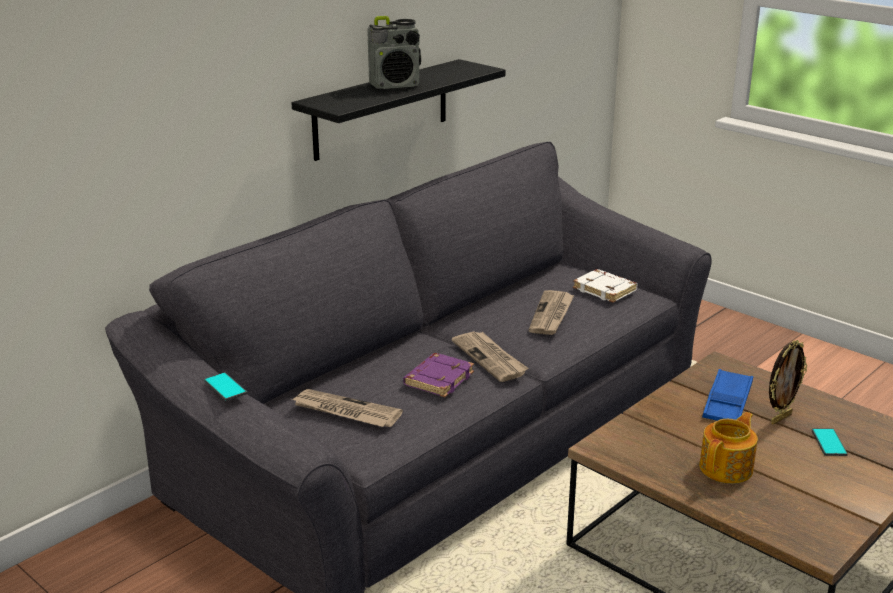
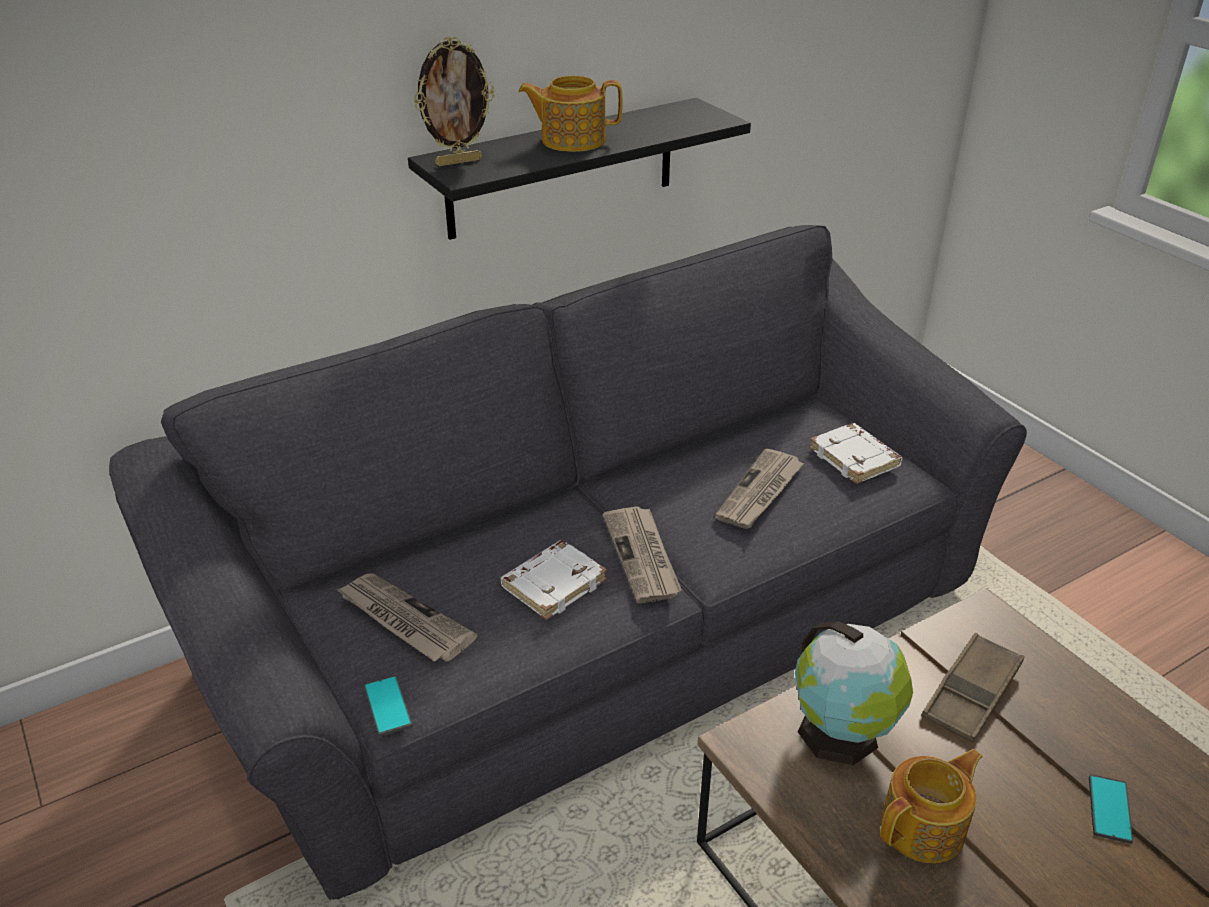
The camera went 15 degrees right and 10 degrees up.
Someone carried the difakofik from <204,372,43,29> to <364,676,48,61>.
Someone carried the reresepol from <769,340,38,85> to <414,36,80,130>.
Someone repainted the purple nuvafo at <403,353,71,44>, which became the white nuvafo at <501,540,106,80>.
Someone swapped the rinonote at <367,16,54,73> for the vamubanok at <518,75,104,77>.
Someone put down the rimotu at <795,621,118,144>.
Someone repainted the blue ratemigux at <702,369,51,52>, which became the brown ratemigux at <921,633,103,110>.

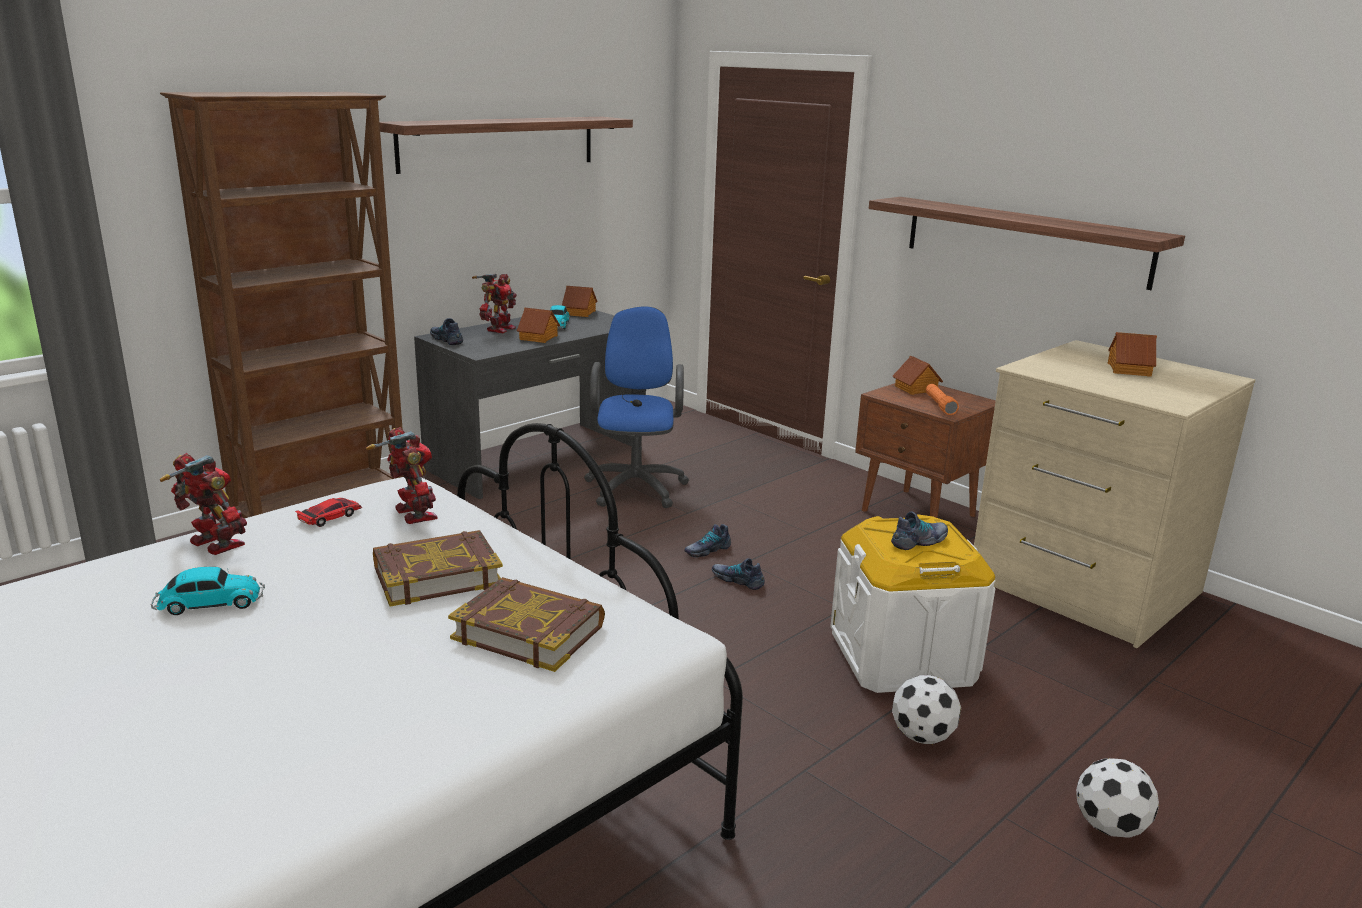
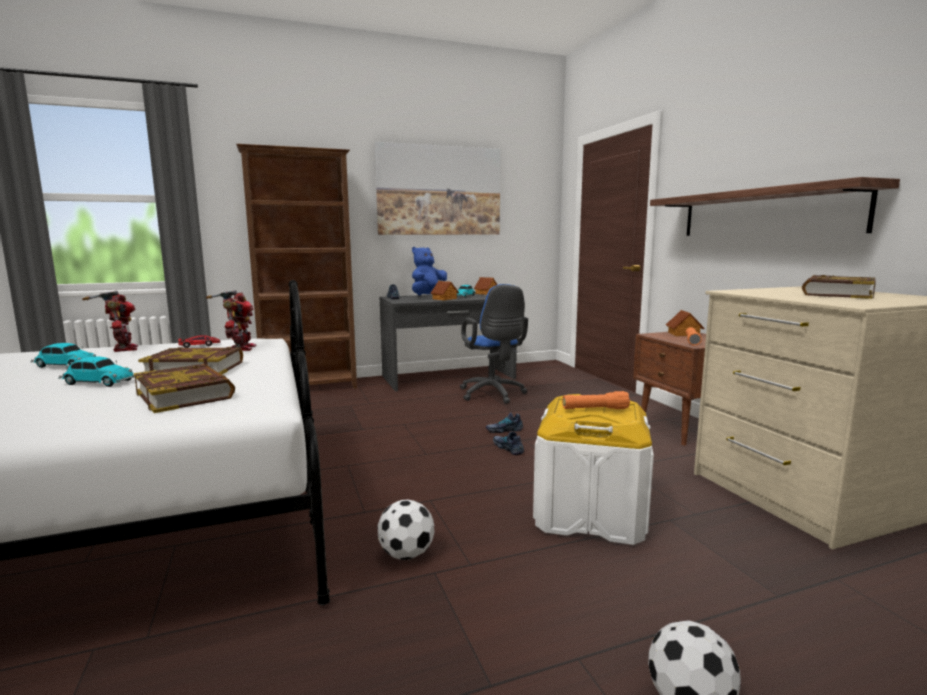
The camera went 25 degrees right and 10 degrees down.
Someone put down the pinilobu at <58,356,76,31>.
Someone swapped the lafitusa at <379,117,254,57> for the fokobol at <375,142,125,93>.
Someone carried the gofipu from <892,675,69,69> to <377,499,57,61>.
Someone swapped the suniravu at <472,274,45,59> for the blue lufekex at <412,247,35,48>.
Someone rotated the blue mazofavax at <584,306,105,202> by 135 degrees clockwise.
Someone swapped the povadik at <891,511,57,39> for the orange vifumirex at <562,391,68,18>.
Someone swapped the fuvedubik at <1108,332,49,45> for the nuvafo at <802,275,74,24>.

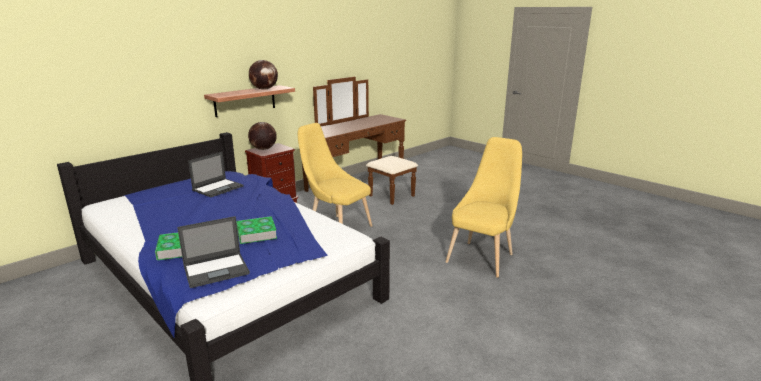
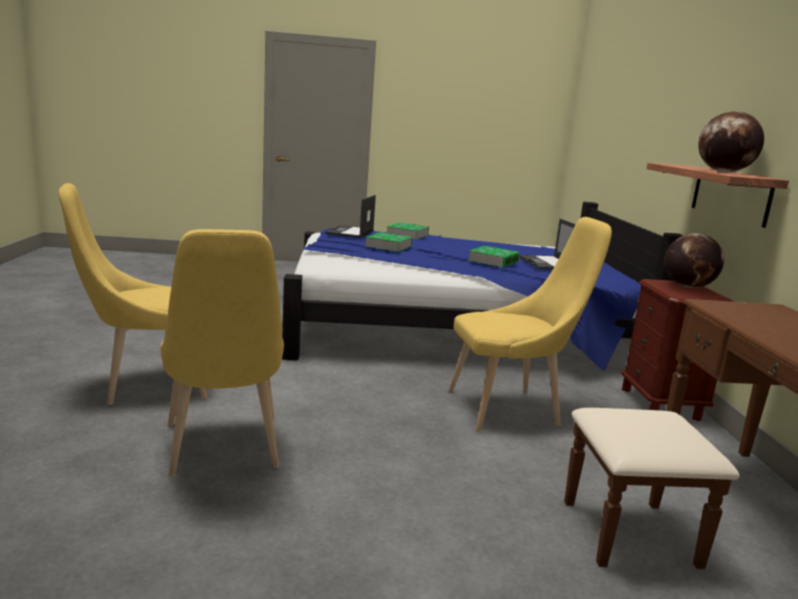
The camera went 130 degrees right and 5 degrees down.
Someone put down the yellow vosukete at <59,183,148,222>.
Someone put down the nuvafo at <468,246,52,22>.

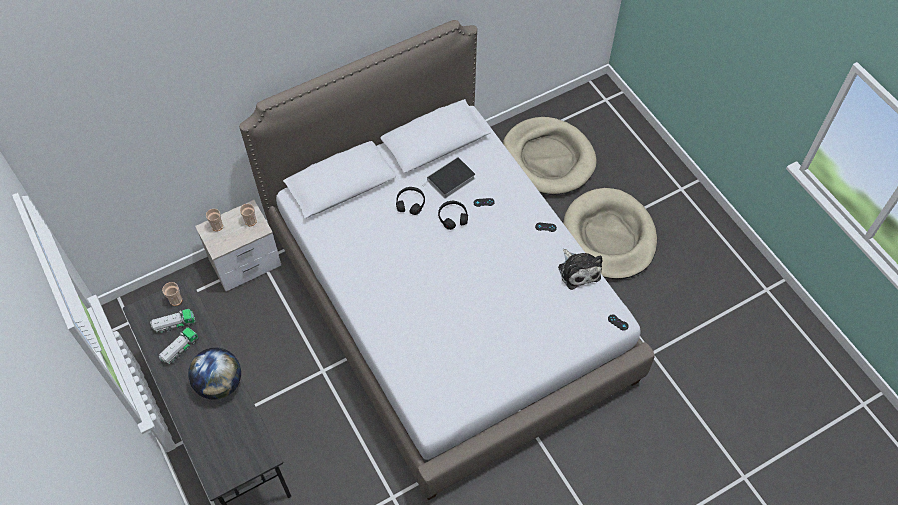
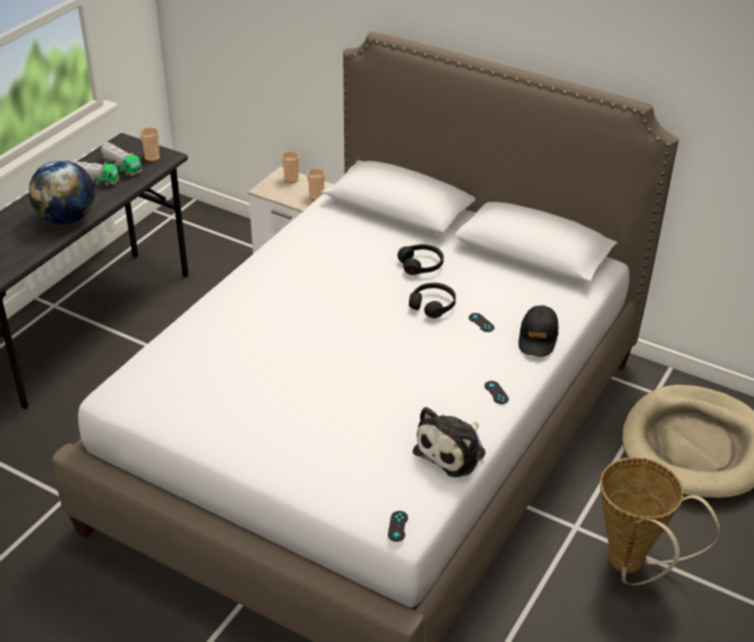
The camera went 60 degrees right and 20 degrees down.
Someone put down the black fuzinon at <518,305,40,52>.
Someone swapped the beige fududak at <563,188,94,91> for the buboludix at <600,457,120,128>.
Someone took away the nuvafo at <424,157,51,42>.

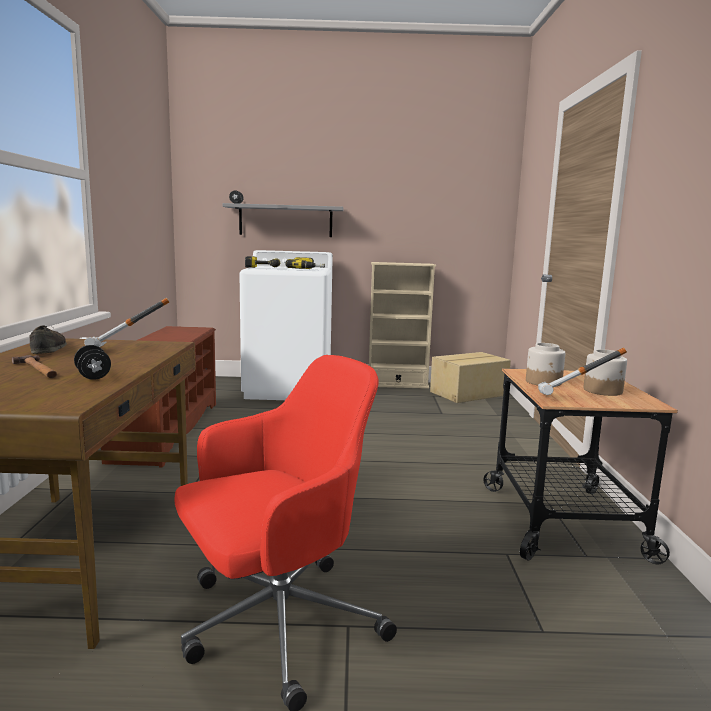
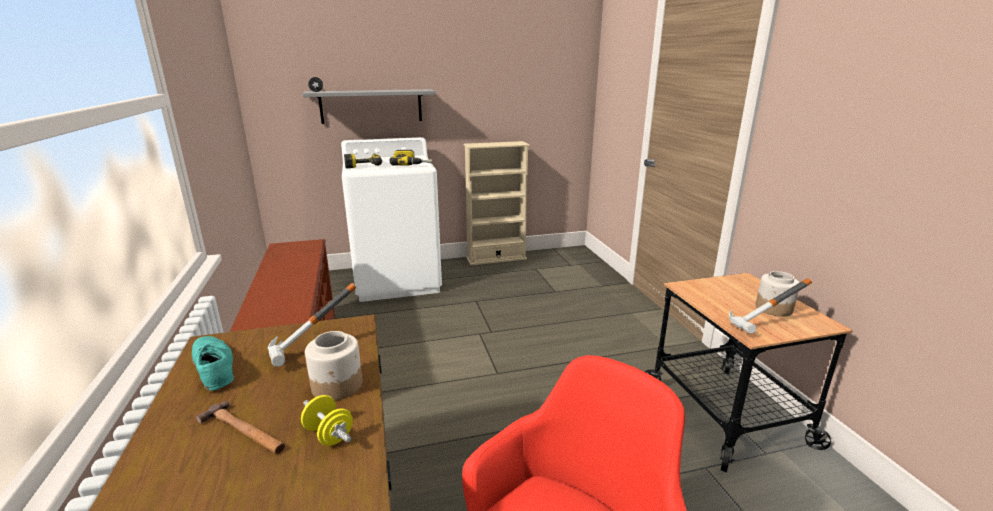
The camera went 15 degrees left and 10 degrees up.
Someone repainted the brown povadik at <29,325,38,29>, which became the turquoise povadik at <192,336,42,55>.
Someone repainted the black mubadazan at <74,345,37,35>, which became the yellow mubadazan at <301,395,52,51>.
Someone carried the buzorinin from <526,343,39,43> to <305,331,58,70>.
Someone took away the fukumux at <430,352,81,51>.

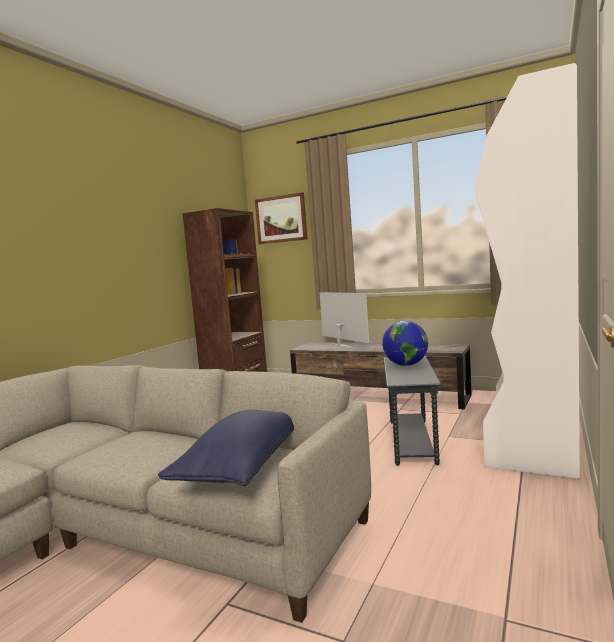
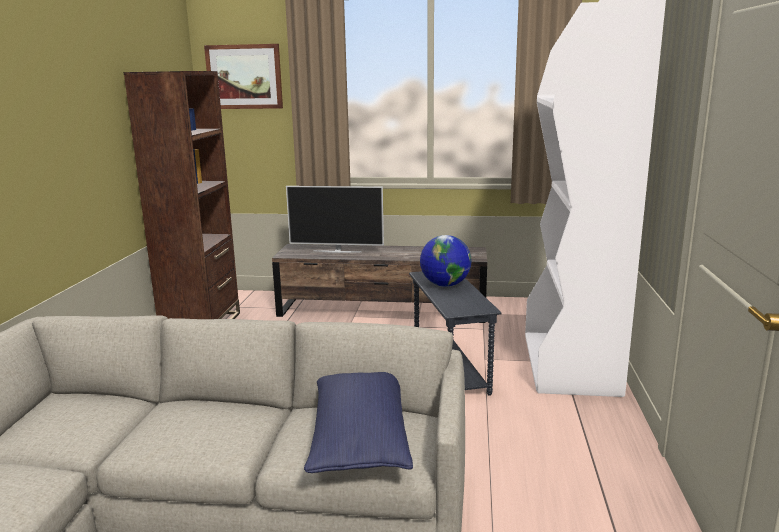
The camera went 20 degrees left and 10 degrees up.
Someone rotated the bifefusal at <319,292,50,57> by 150 degrees clockwise.

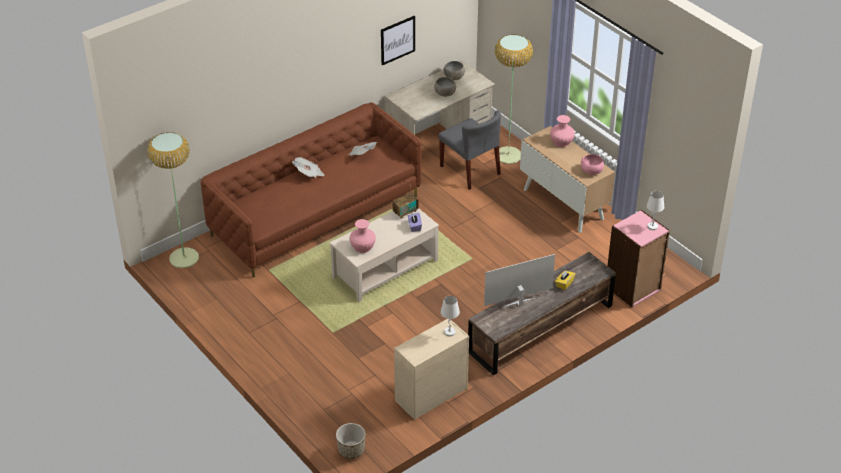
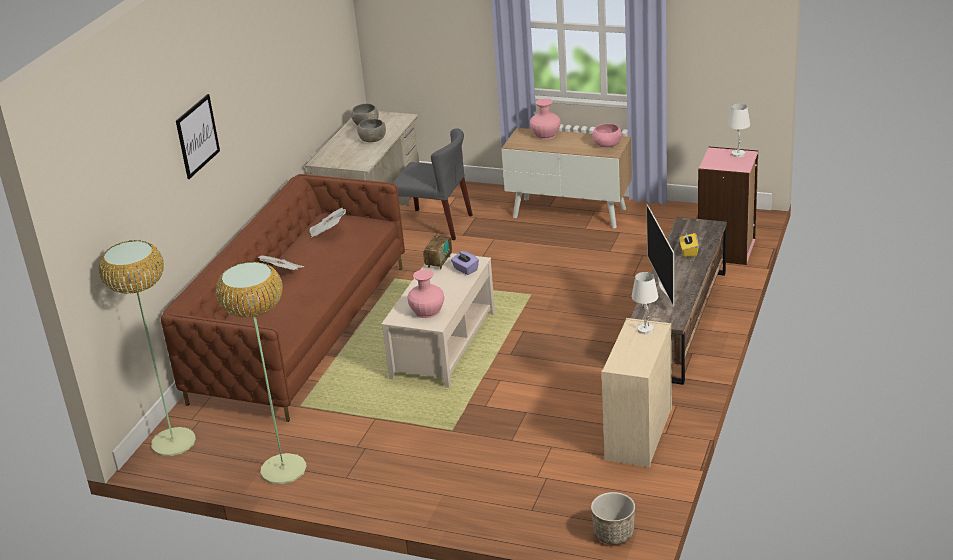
The camera went 30 degrees left and 10 degrees down.
Someone carried the fokobol from <381,16,34,49> to <176,94,44,85>.
Someone carried the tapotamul from <495,34,38,130> to <216,261,91,223>.
Someone rotated the bifefusal at <484,254,71,54> by 45 degrees counterclockwise.

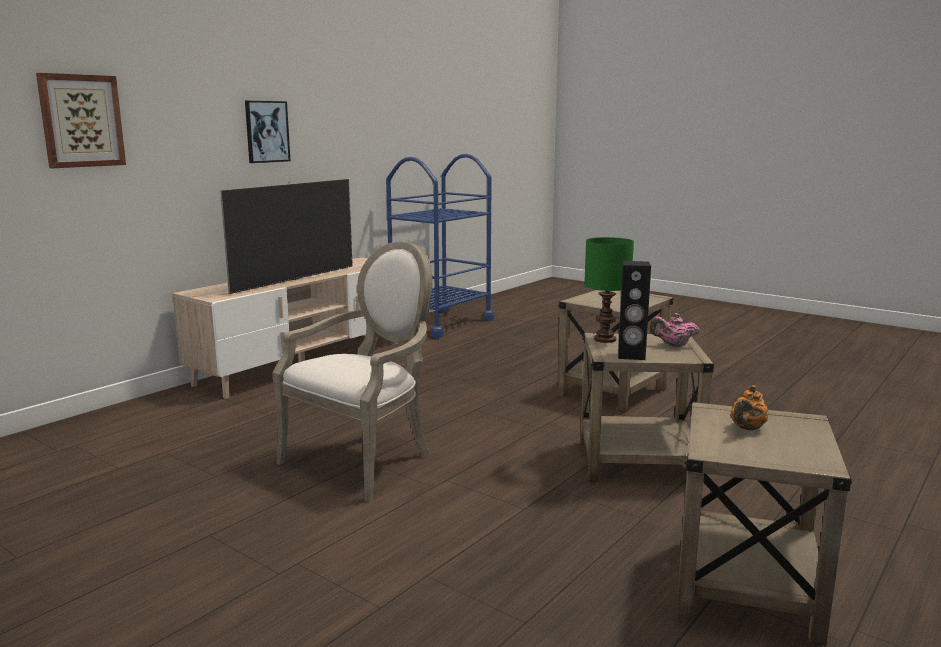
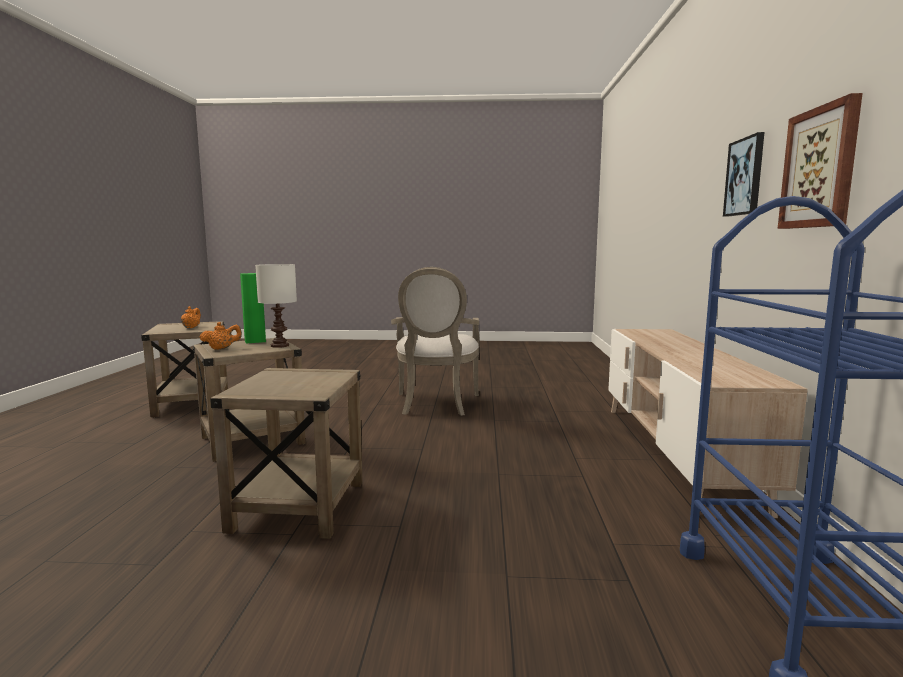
The camera went 145 degrees right and 5 degrees down.
Someone repainted the pink vamubanok at <650,313,50,34>, which became the orange vamubanok at <200,322,42,28>.
Someone repainted the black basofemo at <618,261,33,99>, which became the green basofemo at <240,273,26,71>.
Someone repainted the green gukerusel at <584,237,50,106>, which became the white gukerusel at <255,264,42,84>.
Someone carried the fokobol from <36,73,90,95> to <778,93,85,136>.
Someone took away the bifefusal at <220,179,133,115>.

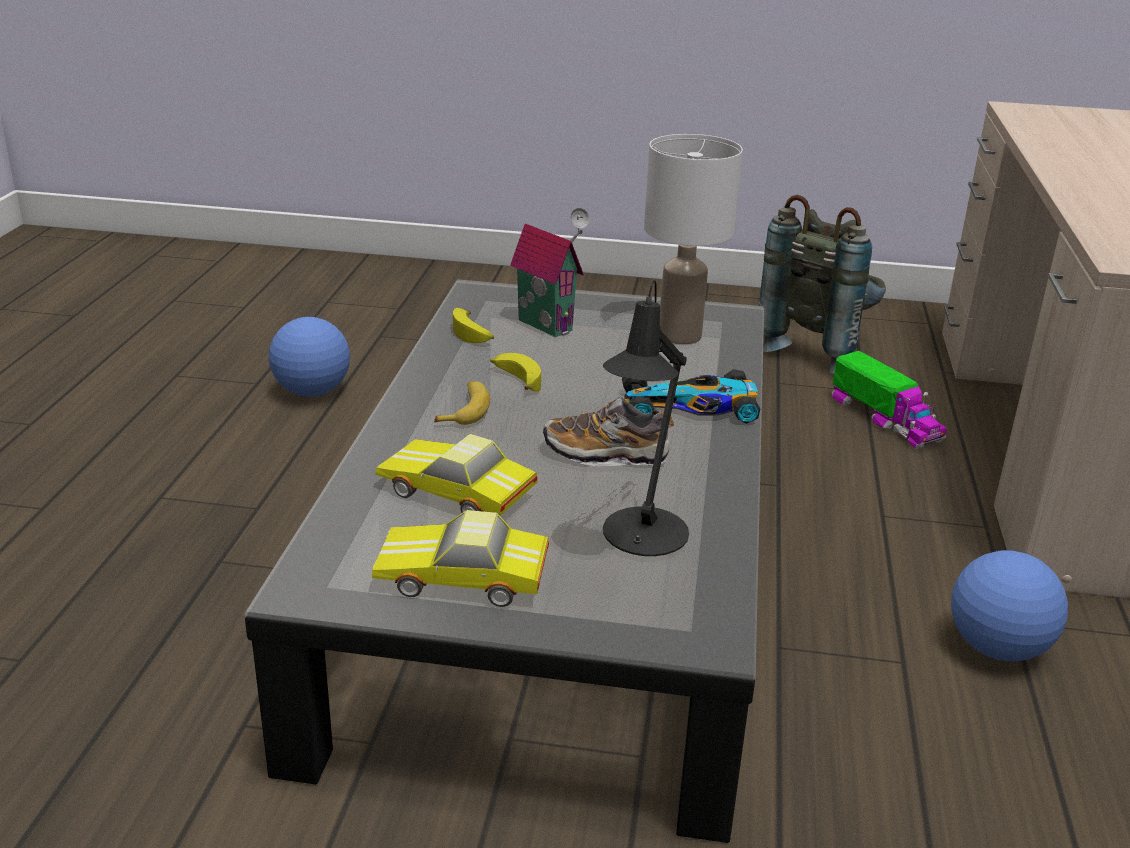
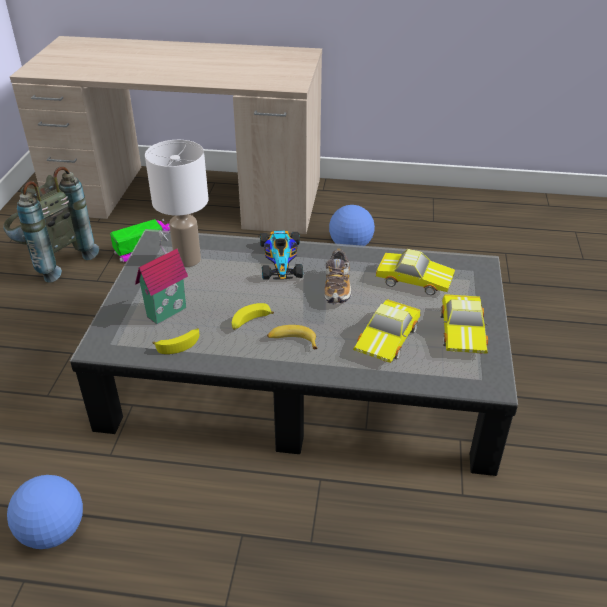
The camera went 90 degrees left and 10 degrees up.
Someone swapped the black gukerusel at <603,280,86,276> for the pinilobu at <376,249,79,46>.

